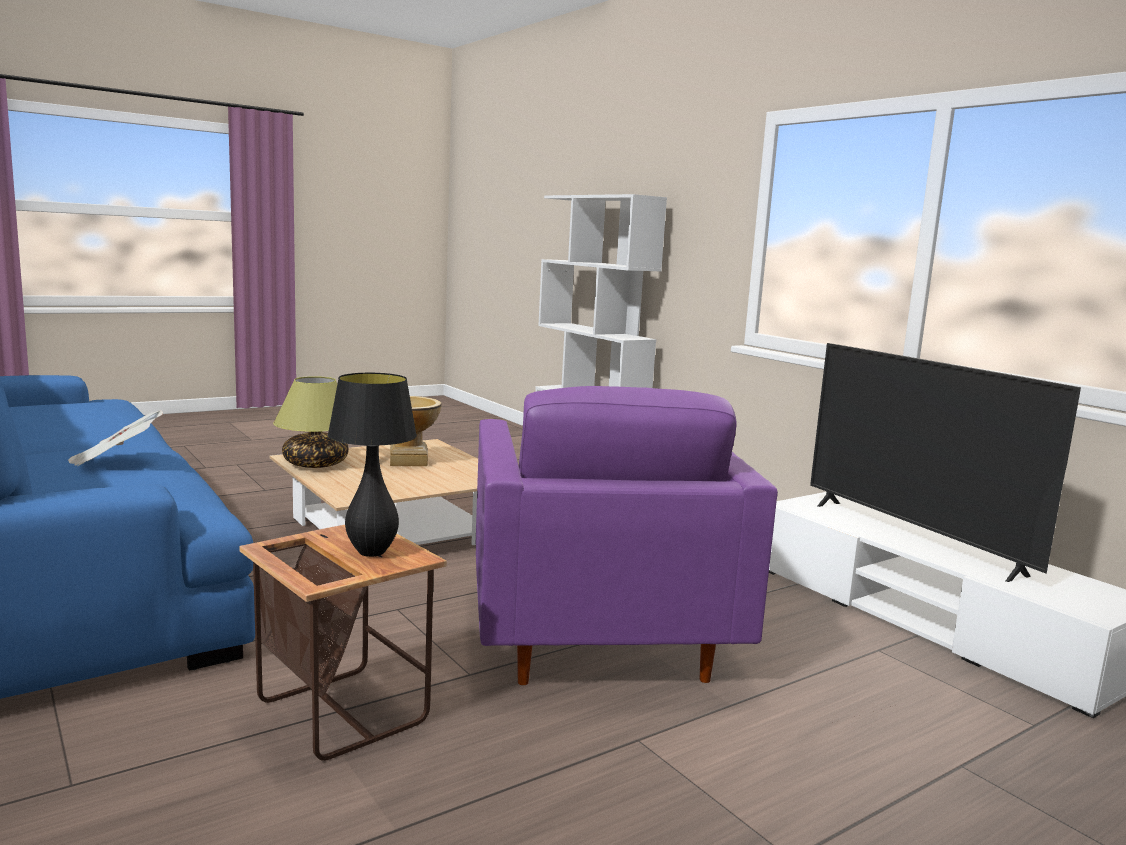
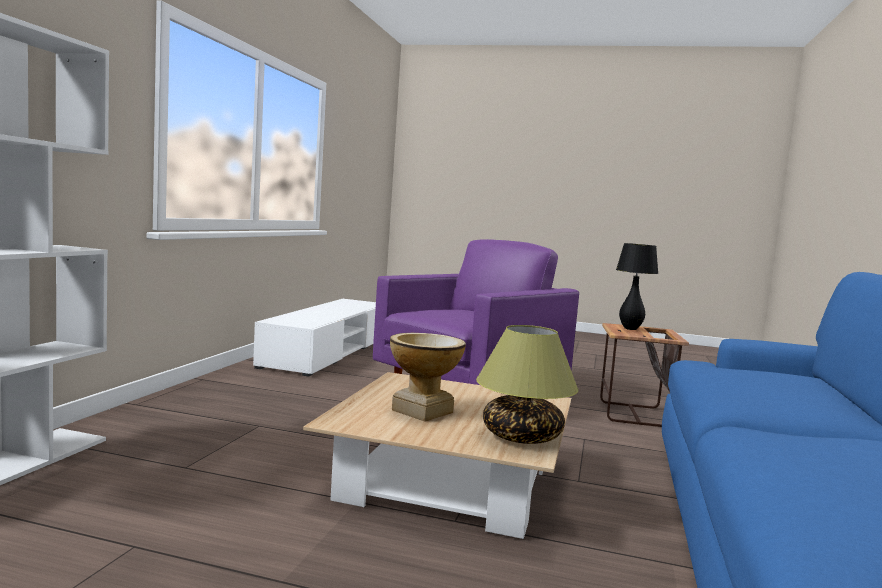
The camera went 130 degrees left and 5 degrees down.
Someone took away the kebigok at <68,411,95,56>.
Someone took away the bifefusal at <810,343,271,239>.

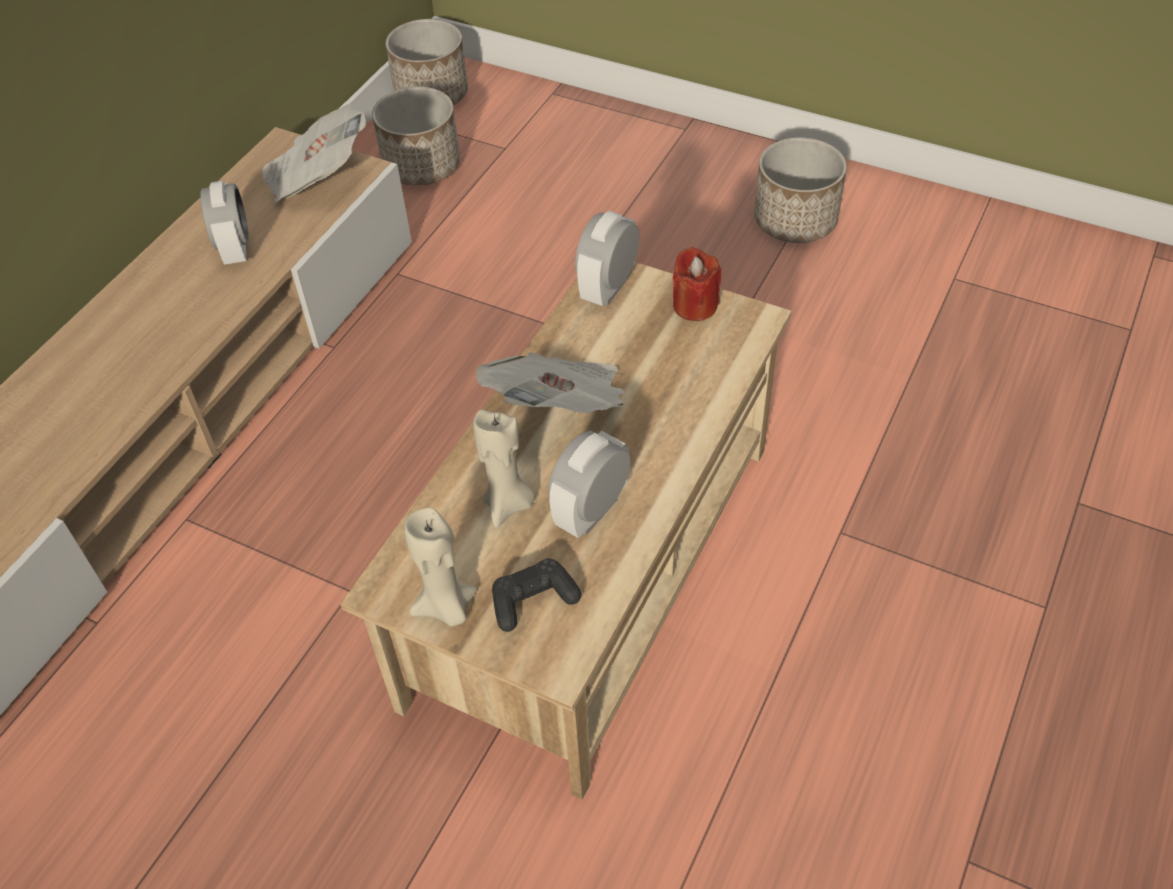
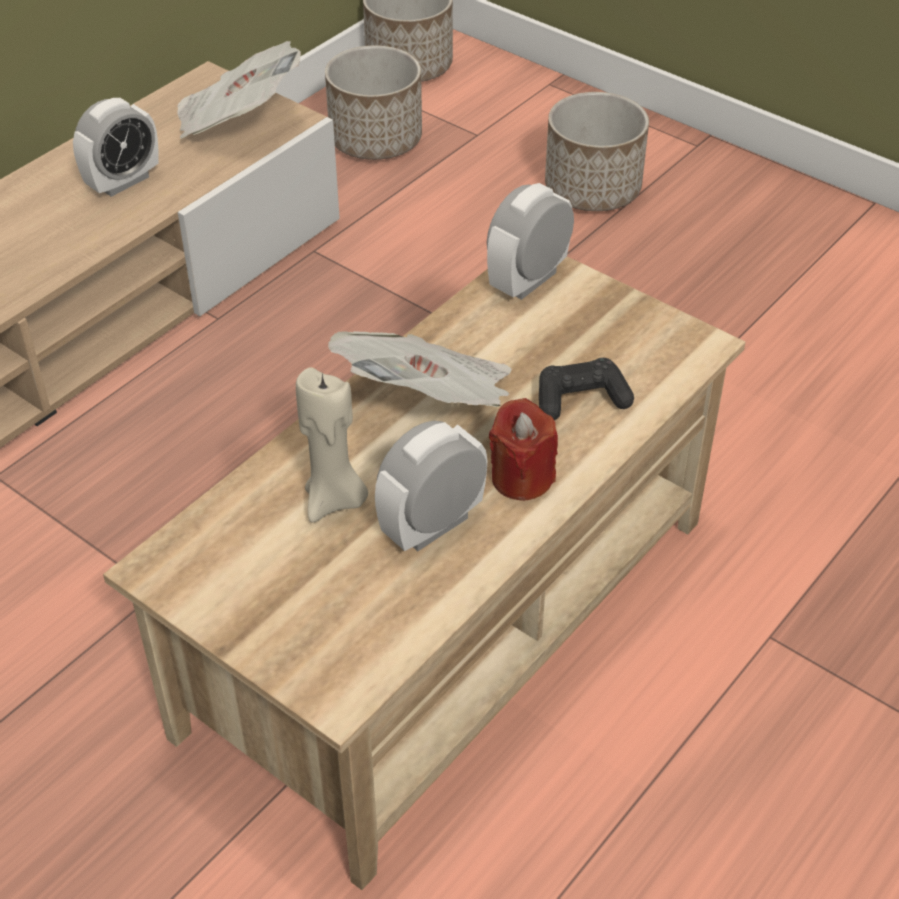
The camera went 10 degrees right and 5 degrees down.
Someone rotated the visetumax at <200,181,49,84> by 45 degrees clockwise.
Someone carried the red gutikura from <673,247,48,74> to <489,398,69,103>.
Someone carried the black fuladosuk from <492,558,89,74> to <539,358,95,62>.
Someone carried the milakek from <755,137,92,106> to <545,92,104,119>.
Someone took away the beige gutikura at <404,508,73,119>.

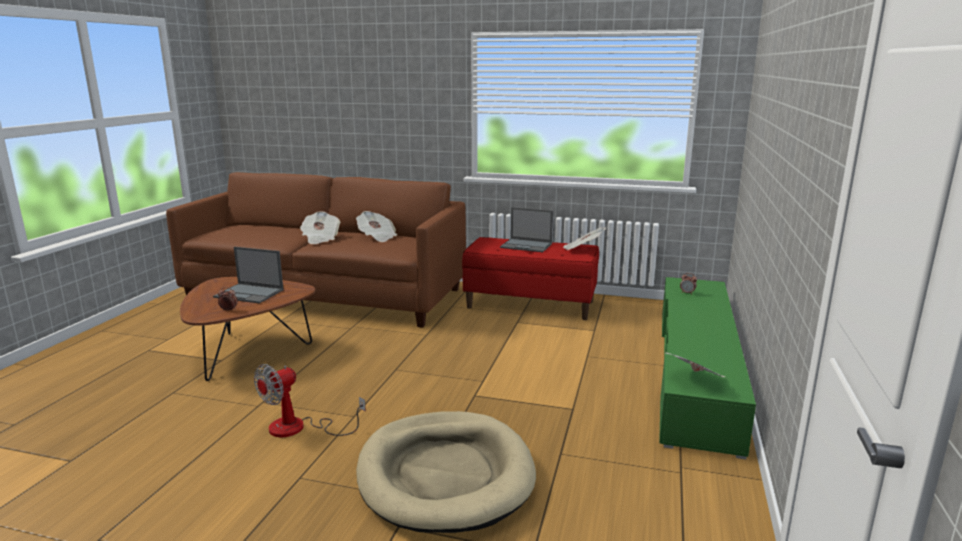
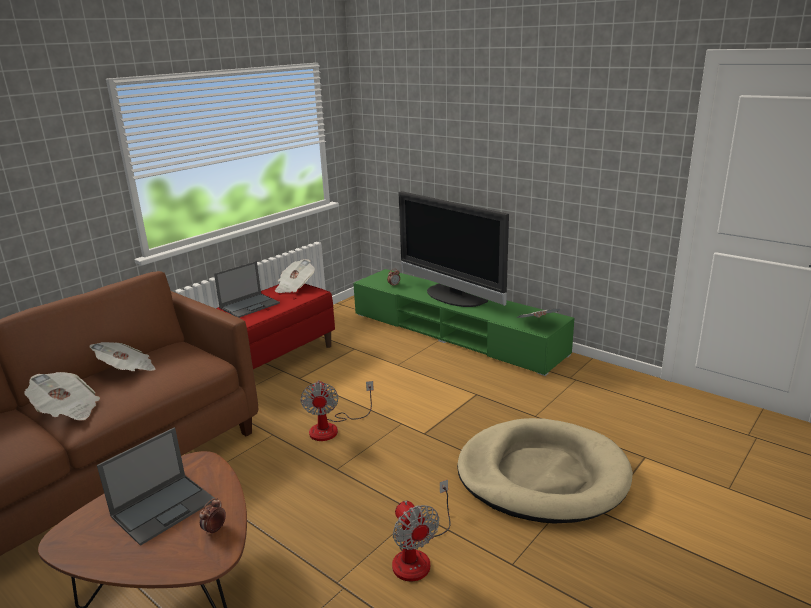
The camera went 65 degrees left and 5 degrees up.
Someone put down the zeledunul at <300,380,74,61>.
Someone put down the bifefusal at <398,191,111,116>.

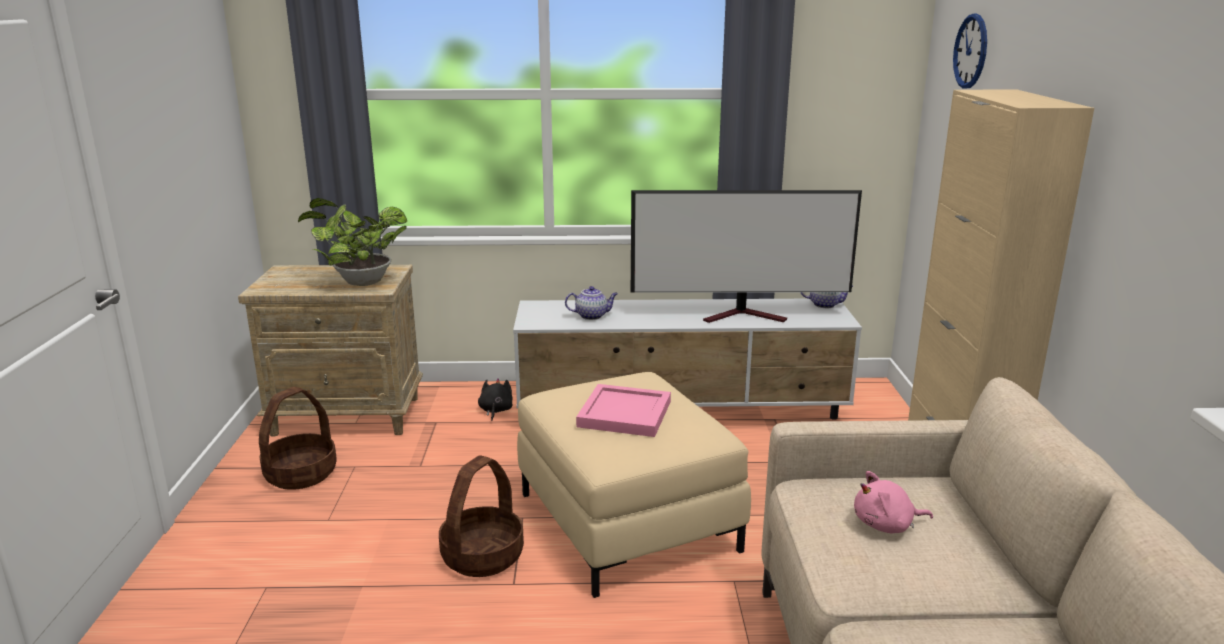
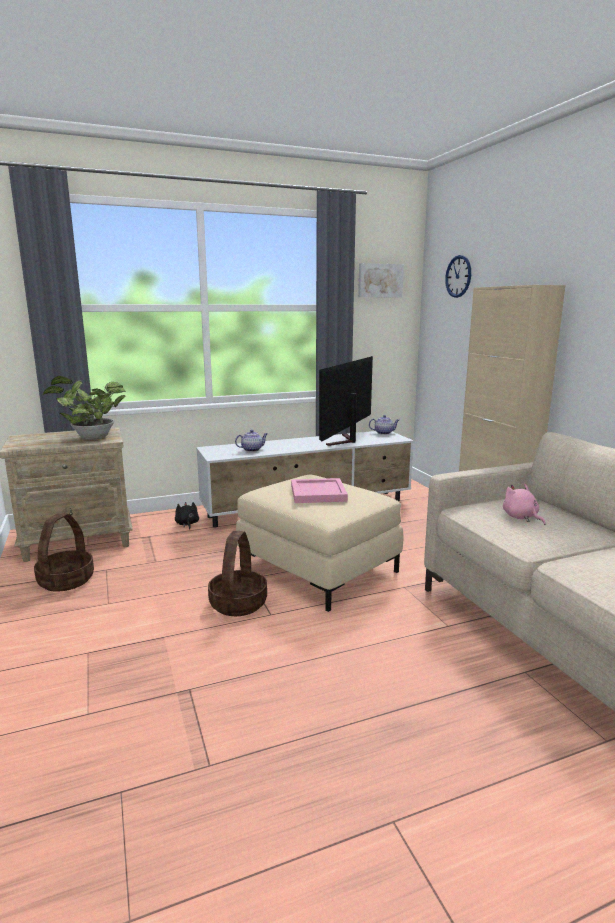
The camera went 20 degrees left and 5 degrees down.
Someone rotated the bifefusal at <631,190,231,133> by 135 degrees clockwise.
Someone put up the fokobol at <358,263,46,35>.
Someone rotated the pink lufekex at <854,471,79,62> by 90 degrees clockwise.

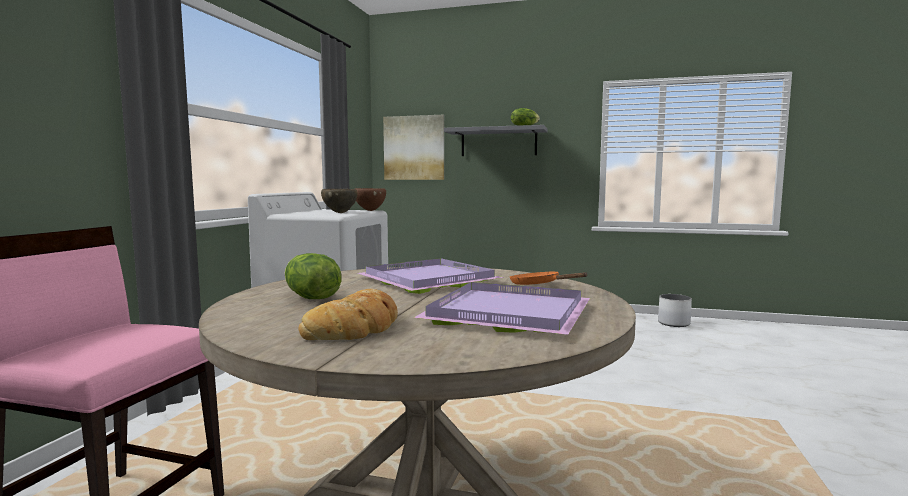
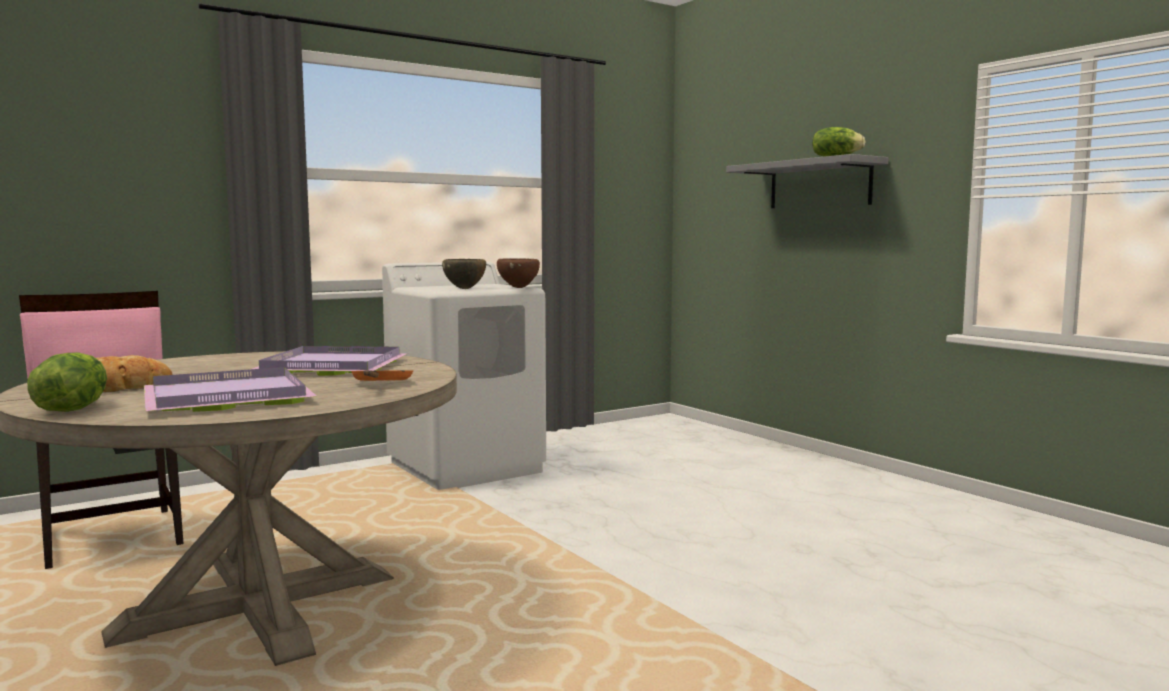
The camera went 40 degrees right and 0 degrees up.
Someone carried the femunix from <285,253,56,46> to <27,353,80,59>.
Someone took away the fokobol at <383,115,61,65>.
Someone took away the white milakek at <658,294,34,33>.

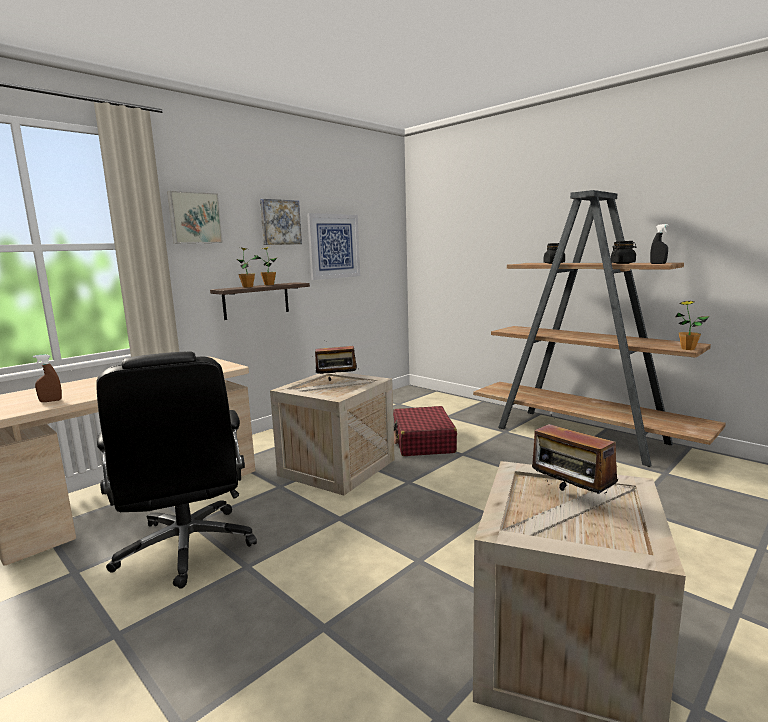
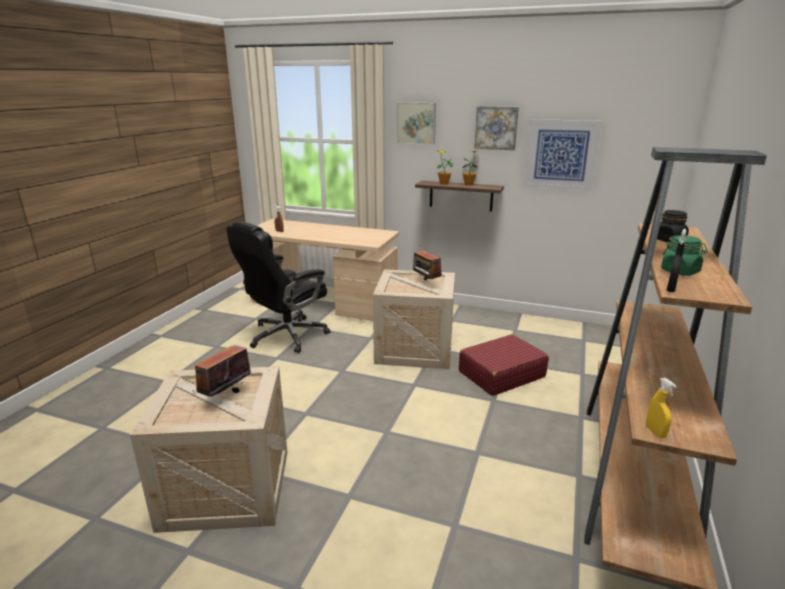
The camera went 65 degrees right and 10 degrees up.
Someone swapped the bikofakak at <675,301,35,49> for the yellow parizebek at <646,378,31,60>.
Someone repainted the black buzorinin at <611,241,25,23>, which became the green buzorinin at <661,235,47,41>.

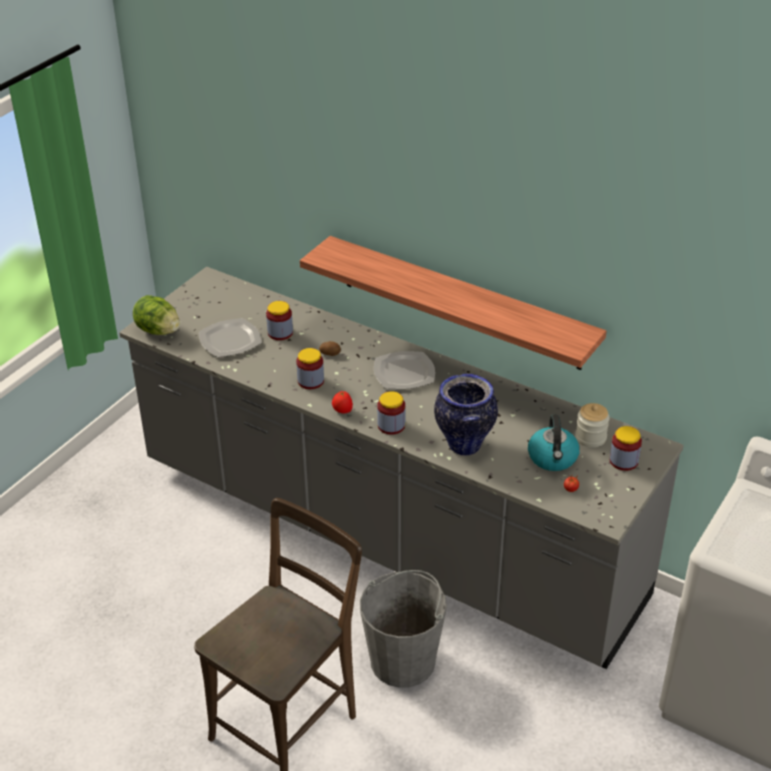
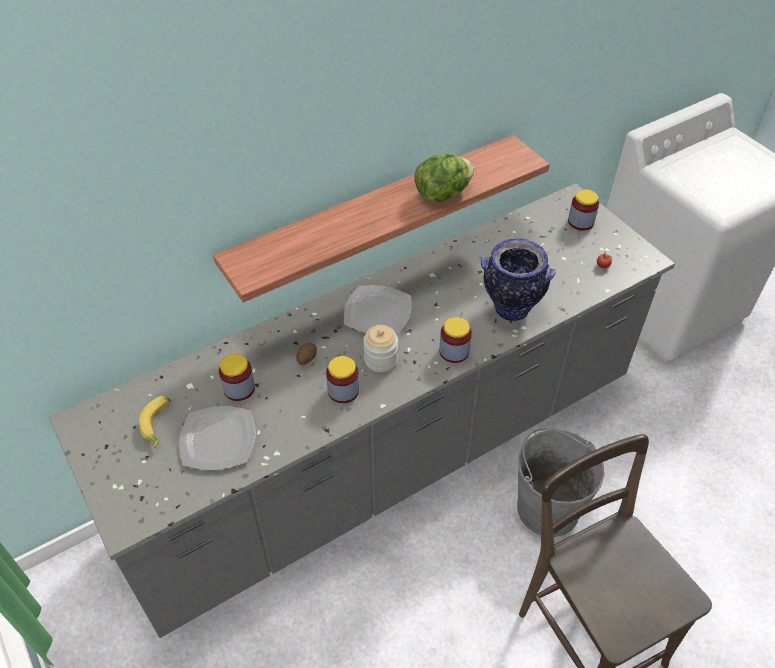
The camera went 65 degrees left and 10 degrees up.
Someone put down the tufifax at <138,396,33,52>.
Someone carried the buzorinin from <575,403,35,45> to <363,325,35,47>.
Someone carried the femunix from <133,295,47,40> to <414,154,60,48>.
Someone took away the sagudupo at <332,391,21,22>.
Someone took away the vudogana at <528,415,52,56>.

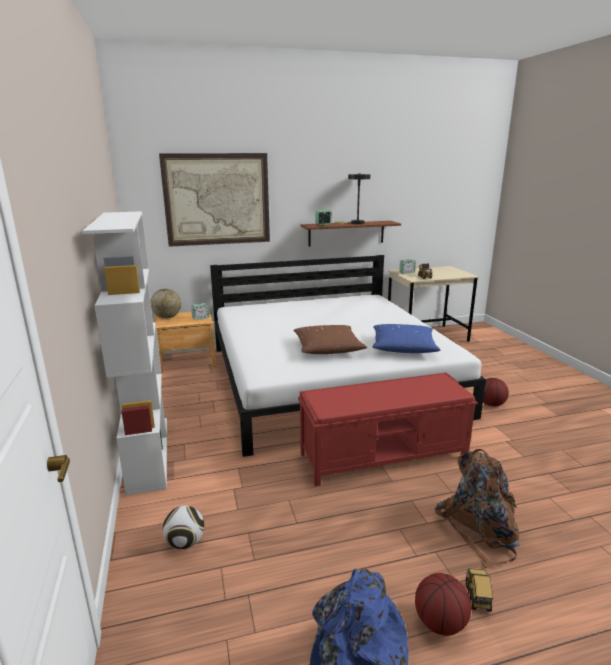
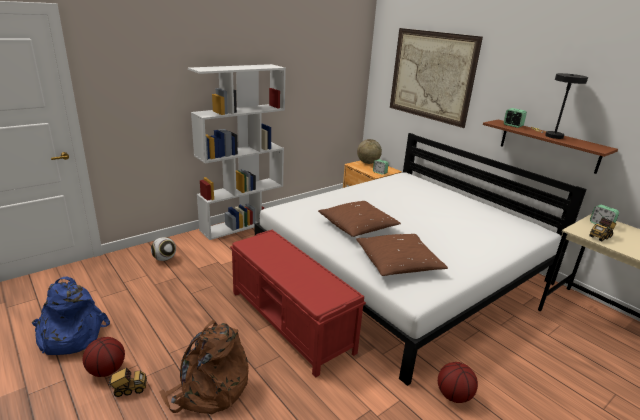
The camera went 65 degrees right and 5 degrees up.
Someone repainted the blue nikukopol at <372,324,68,29>, which became the brown nikukopol at <356,234,92,42>.

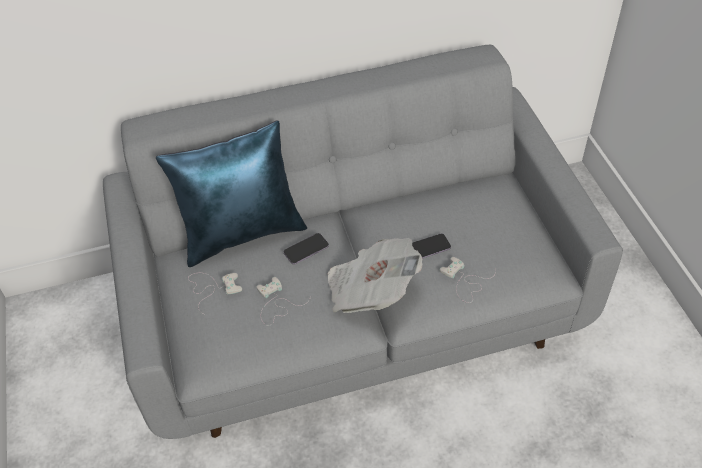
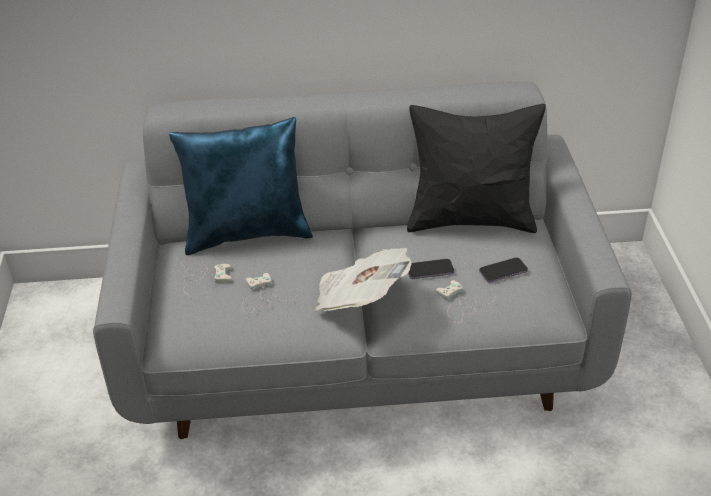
The camera went 10 degrees right and 10 degrees down.
Someone put down the black nikukopol at <407,104,138,129>.
Someone carried the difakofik from <284,233,45,32> to <479,257,49,26>.

